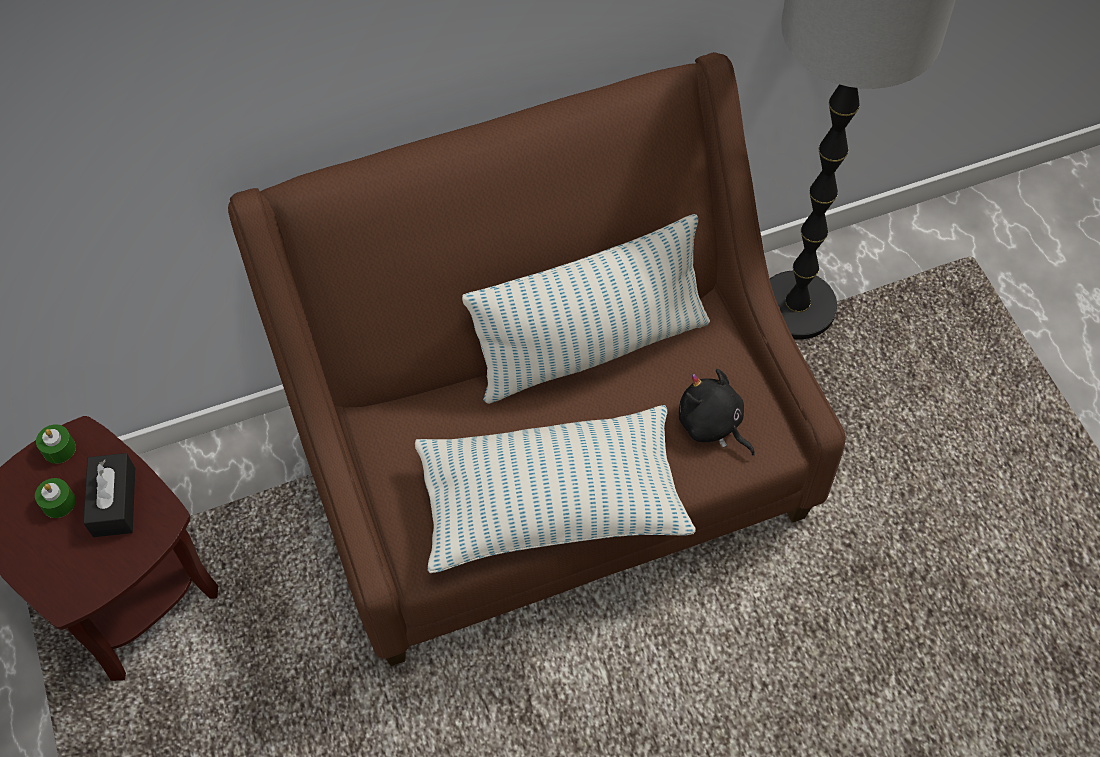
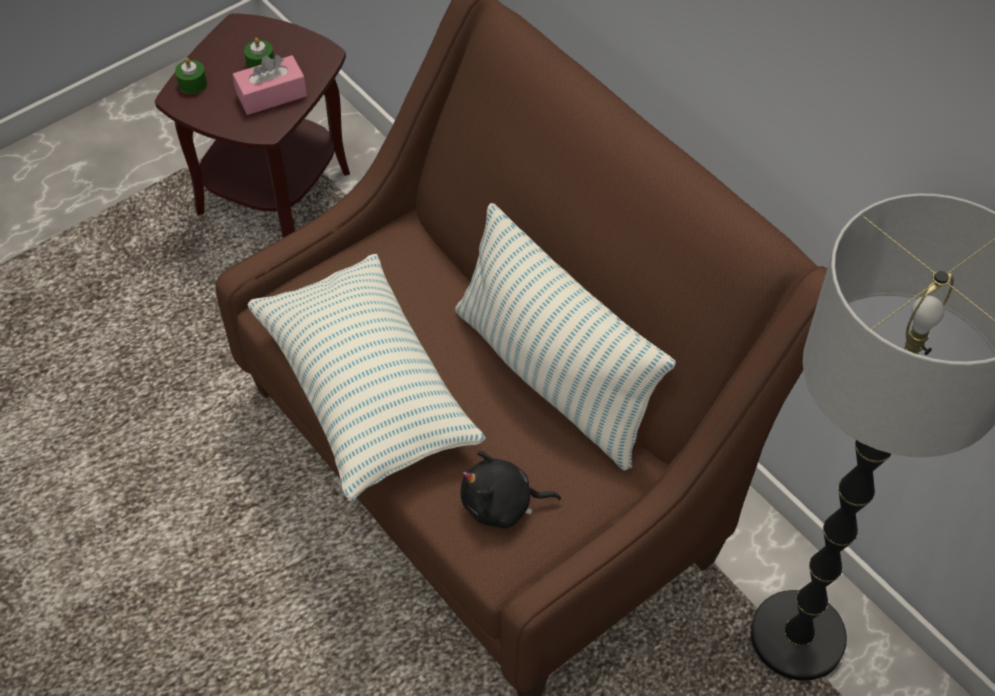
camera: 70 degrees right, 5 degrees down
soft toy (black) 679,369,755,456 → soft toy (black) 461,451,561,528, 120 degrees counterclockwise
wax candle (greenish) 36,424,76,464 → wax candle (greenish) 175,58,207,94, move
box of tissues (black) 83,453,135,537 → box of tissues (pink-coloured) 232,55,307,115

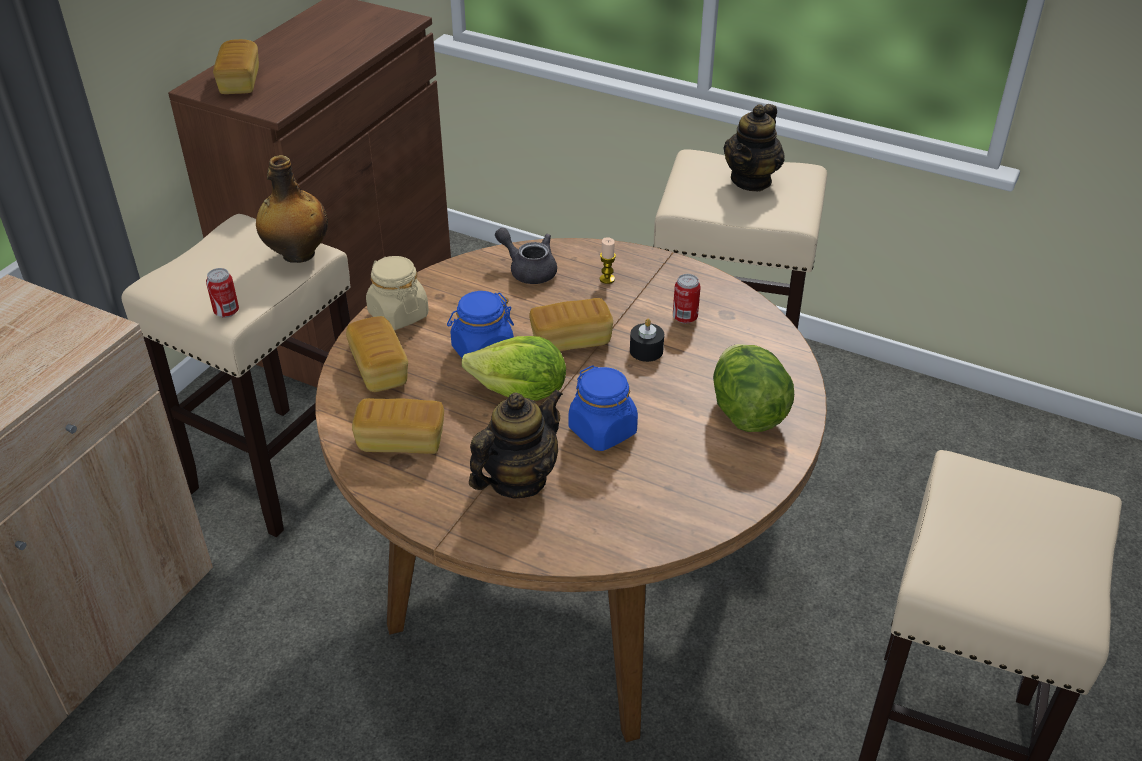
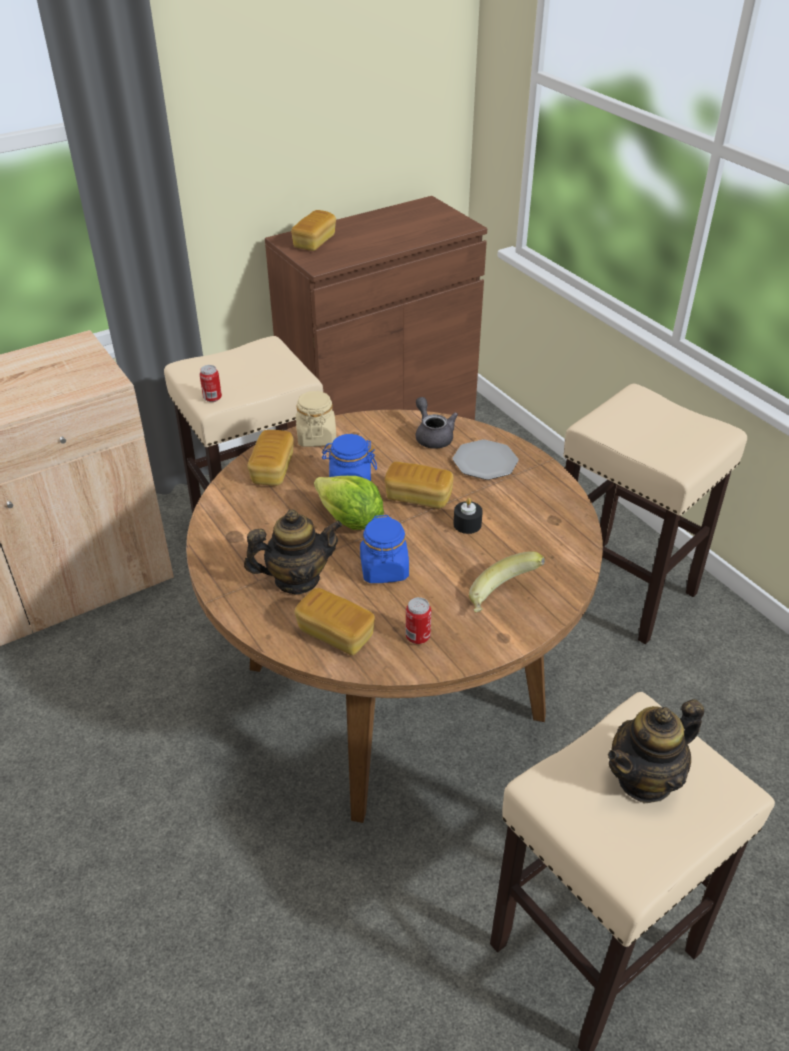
camera: 30 degrees right, 0 degrees up
teapot 723,104,785,191 → teapot 608,699,704,803, move
bottle 256,155,328,263 → -
wax candle 600,237,616,284 → plate 453,440,518,480
sealed can 673,274,701,324 → sealed can 406,597,431,644, move
lettuce 713,344,794,432 → banana 469,551,545,613
bakery bread 352,398,444,454 → bakery bread 294,588,375,655, move

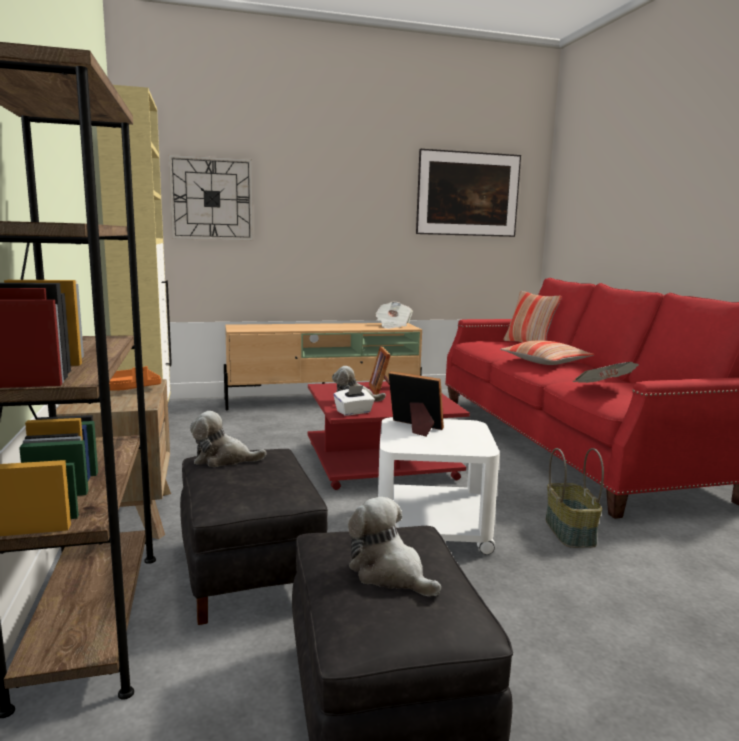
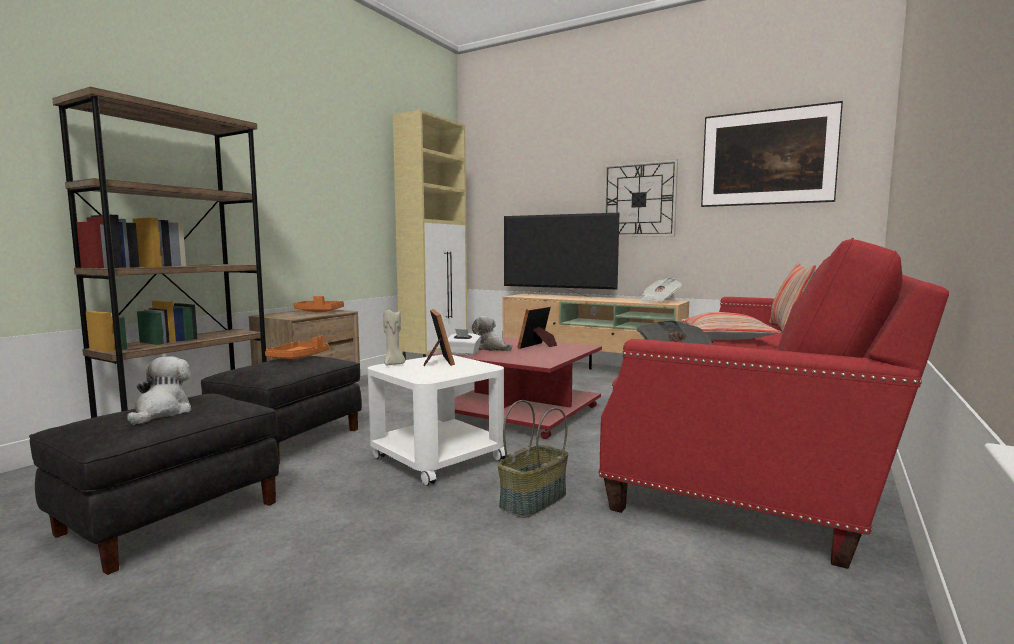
camera: 45 degrees right, 5 degrees down
hanging clock 168,155,253,241 → hanging clock 603,159,678,237, move
soft toy 190,411,267,467 → serving tray (orange-coloured) 265,336,329,359
- → TV set 504,213,619,297
- → wax candle (beige) 383,310,405,365

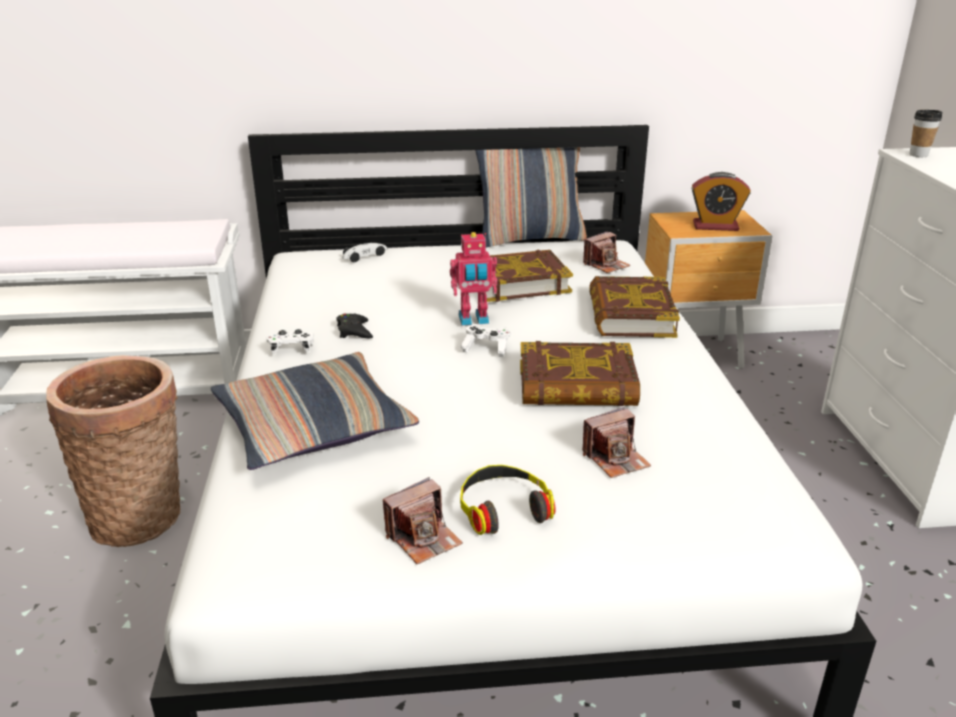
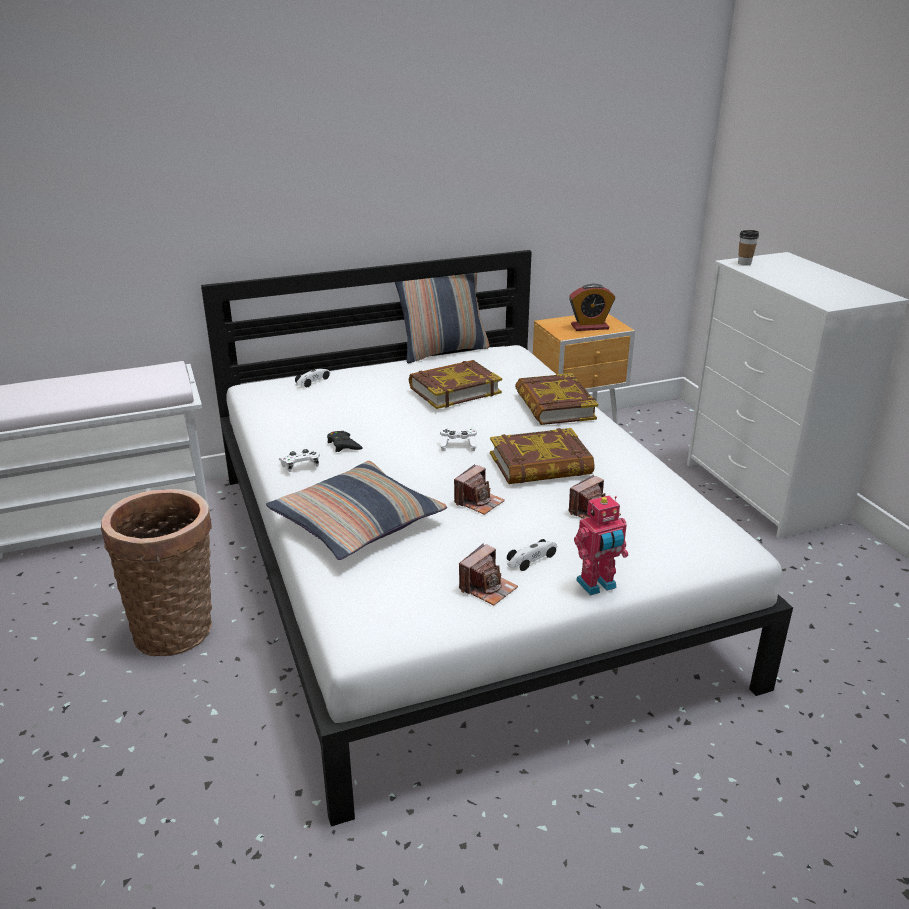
camera: 15 degrees left, 0 degrees up
still camera 583,231,630,273 → still camera 454,464,505,515, move
robot figure 450,232,497,325 → robot figure 574,495,628,596, move
headset 460,465,556,535 → toy car 507,539,557,571

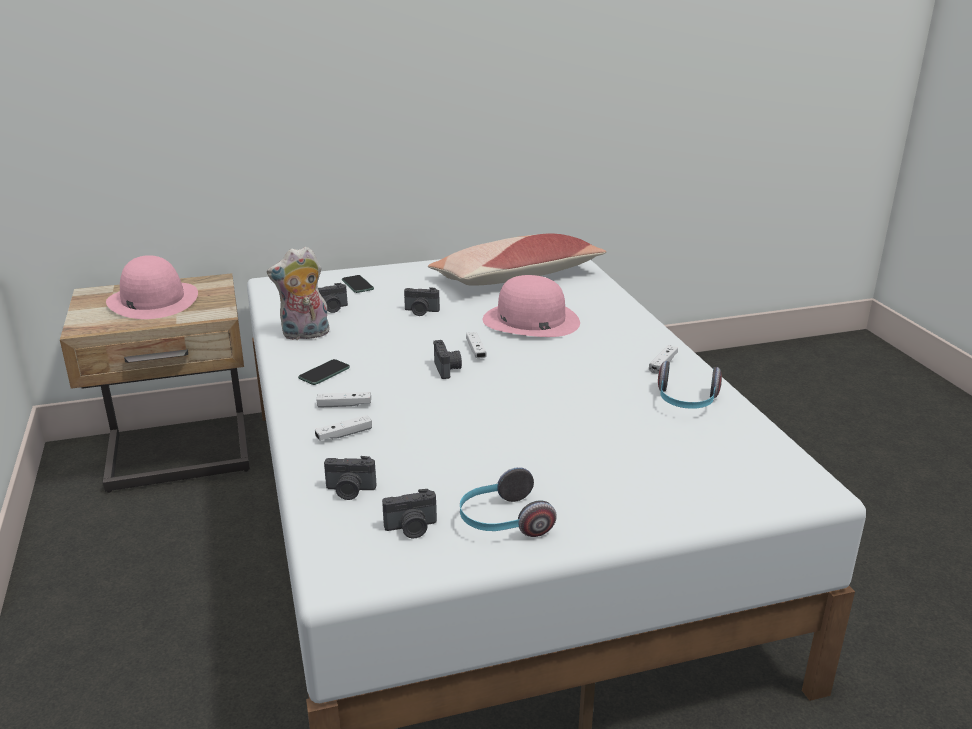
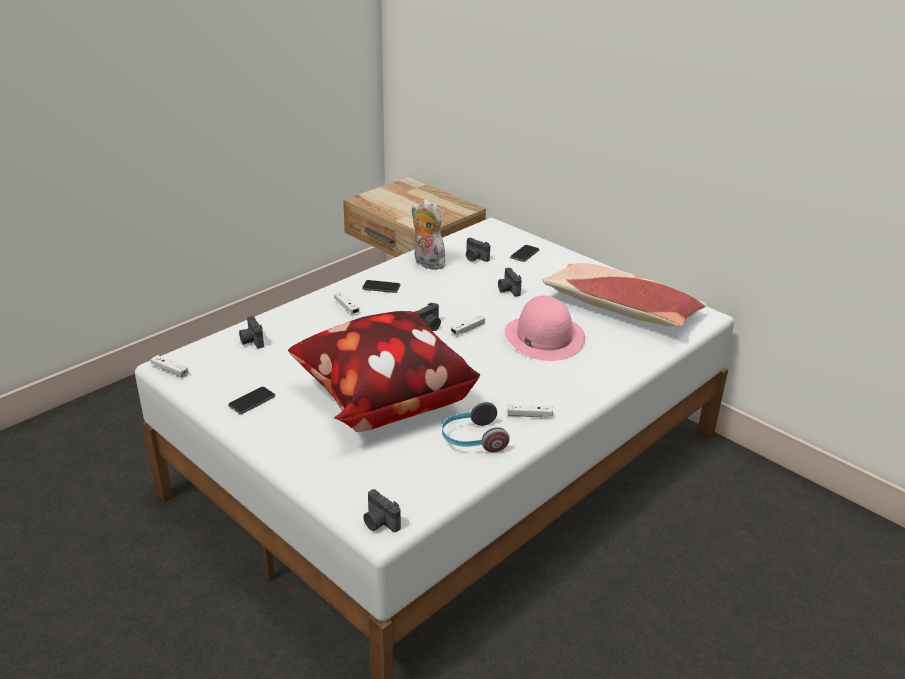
camera: 60 degrees right, 5 degrees up
wearable hat (pink-coloured) 106,255,198,319 → -
gamepad (white) 315,415,372,441 → gamepad (white) 150,355,188,378, move
headset 460,467,557,537 → phone 228,387,275,414
still camera 382,489,437,538 → still camera 363,489,401,532, move
- → pillow 288,311,480,432

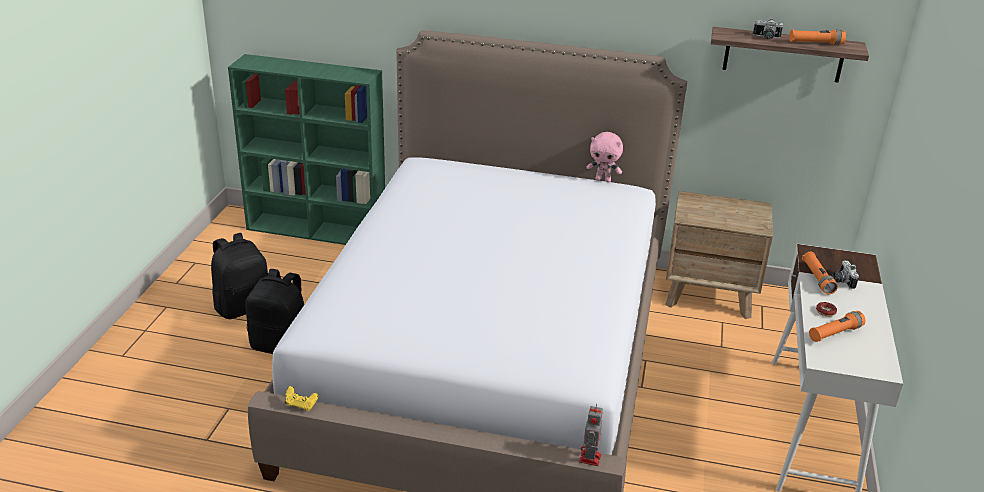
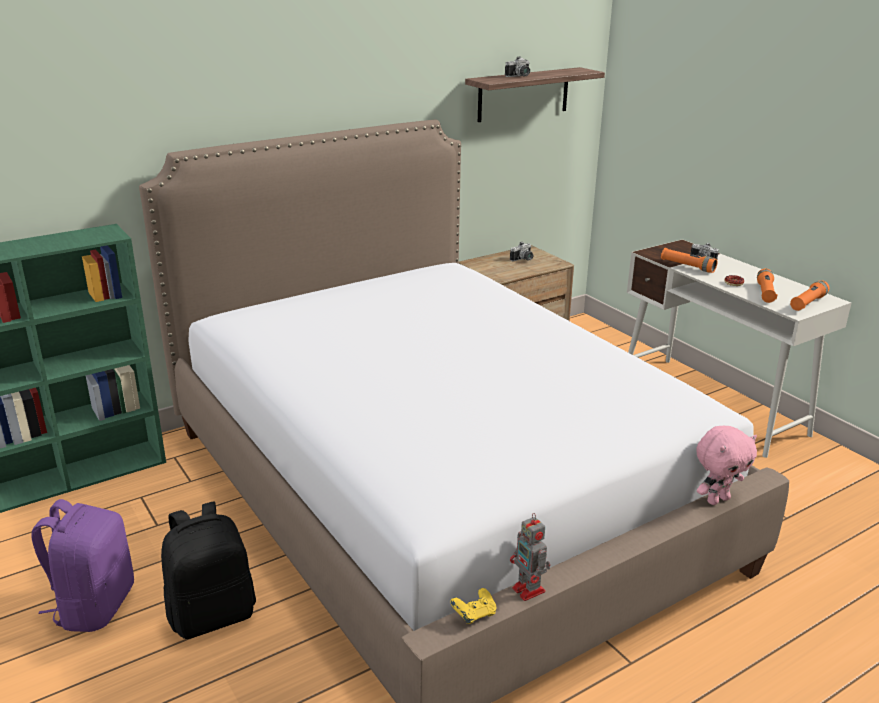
camera: 45 degrees left, 5 degrees down
flashlight (orange-coloured) 789,30,846,45 → flashlight (orange-coloured) 790,280,830,311, move
soft toy (pink-coloured) 587,132,623,182 → soft toy (pink-coloured) 696,426,757,505, move
knapsack (black) 211,233,268,319 → knapsack (purple-coloured) 31,499,134,632
robot figure 579,404,603,466 → robot figure 510,513,550,601, move
- → still camera 510,242,534,261

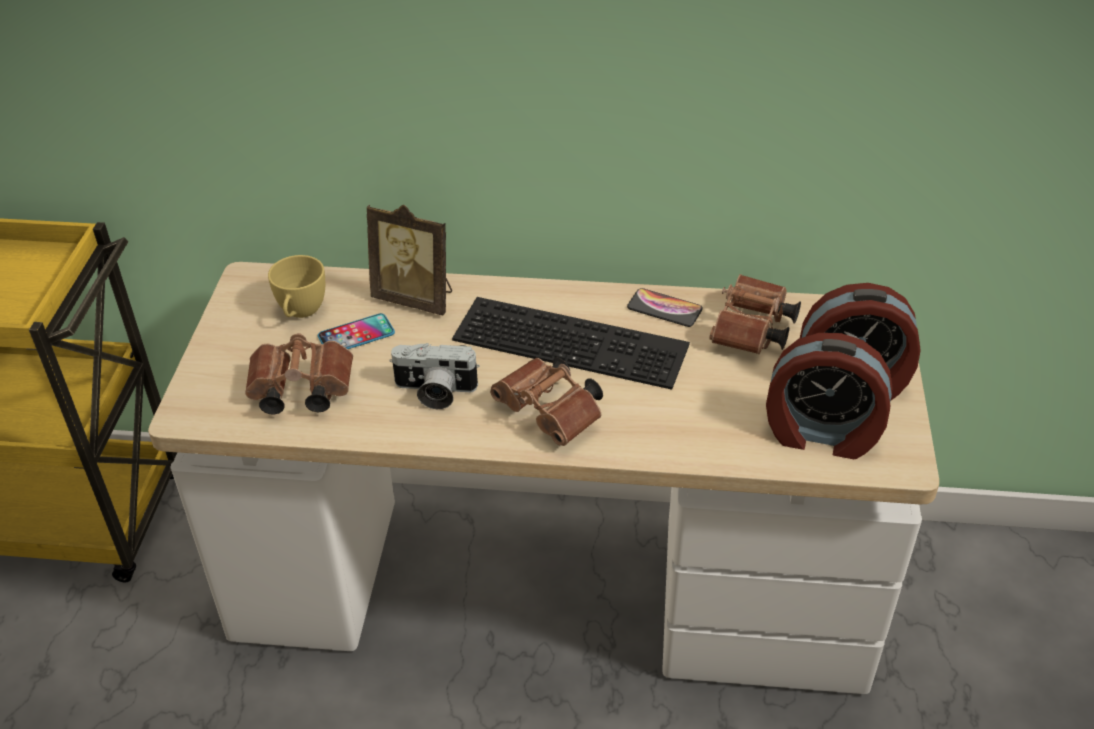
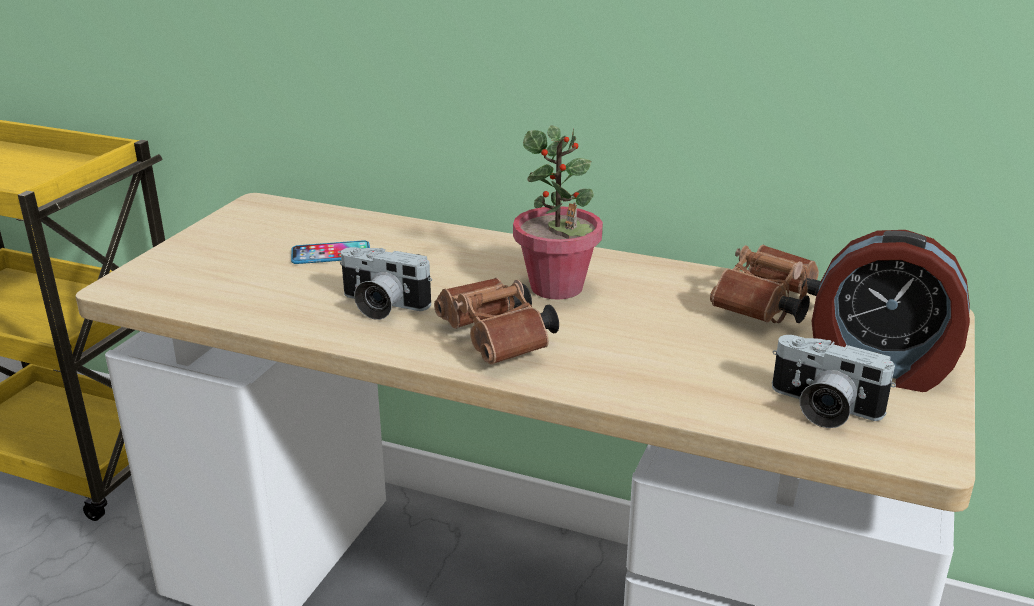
camera: 15 degrees right, 15 degrees down
picture frame 367,204,452,315 → -
drinking cup (yellow) 268,255,325,318 → -
phone 627,288,703,327 → -
computer keyboard 452,297,690,390 → plant in a pot 513,126,603,300
field glasses (brown-coloured) 245,333,353,415 → -
bedside clock 766,333,893,459 → still camera 772,335,896,428

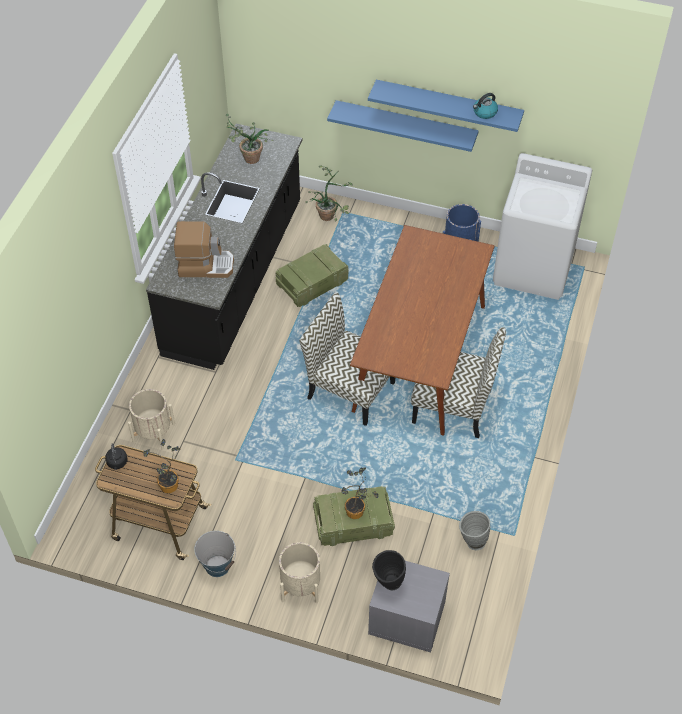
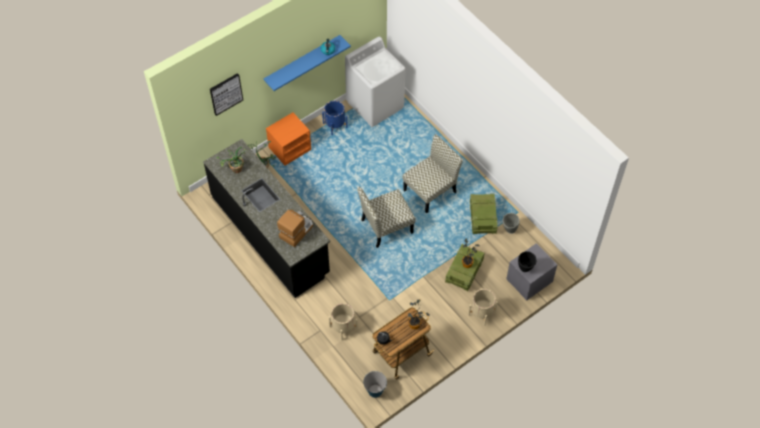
camera: 55 degrees left, 5 degrees up
shelf (blue) 327,100,479,152 → -
dining table (brown-coloured) 350,225,495,436 → -
shipping crate 276,244,348,307 → shipping crate 470,193,498,234, move
water bucket 194,531,236,577 → water bucket 363,371,387,398, move
- → picture 210,73,243,116
- → night table (orange-coloured) 266,112,311,166

